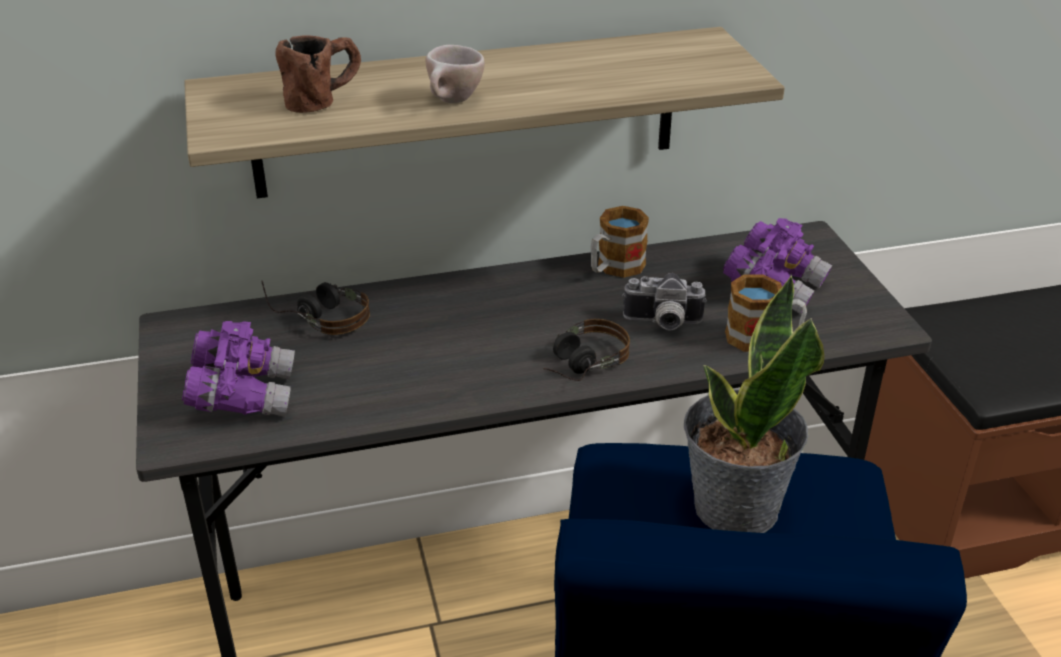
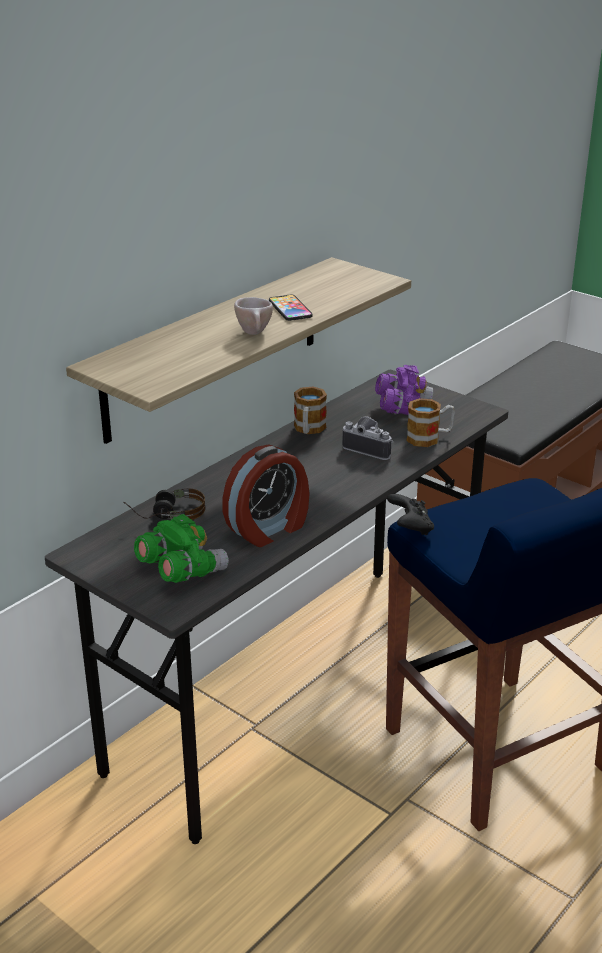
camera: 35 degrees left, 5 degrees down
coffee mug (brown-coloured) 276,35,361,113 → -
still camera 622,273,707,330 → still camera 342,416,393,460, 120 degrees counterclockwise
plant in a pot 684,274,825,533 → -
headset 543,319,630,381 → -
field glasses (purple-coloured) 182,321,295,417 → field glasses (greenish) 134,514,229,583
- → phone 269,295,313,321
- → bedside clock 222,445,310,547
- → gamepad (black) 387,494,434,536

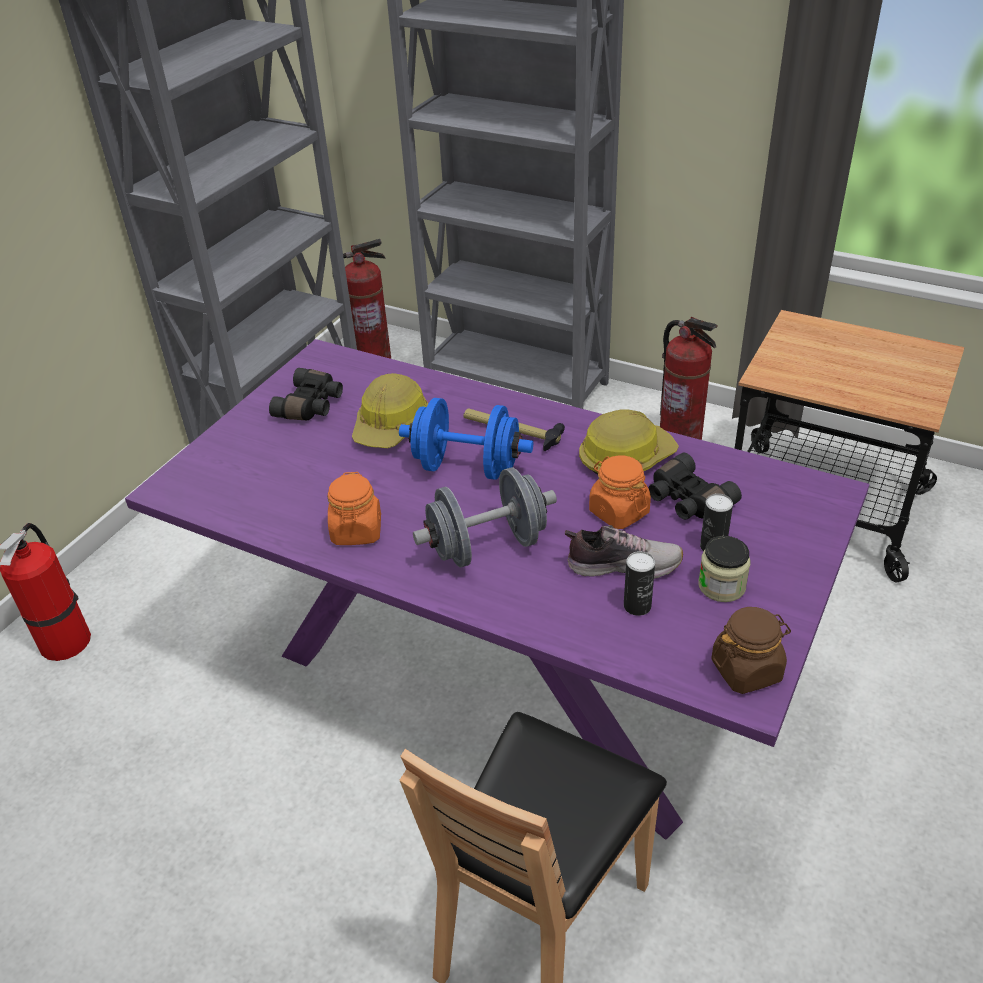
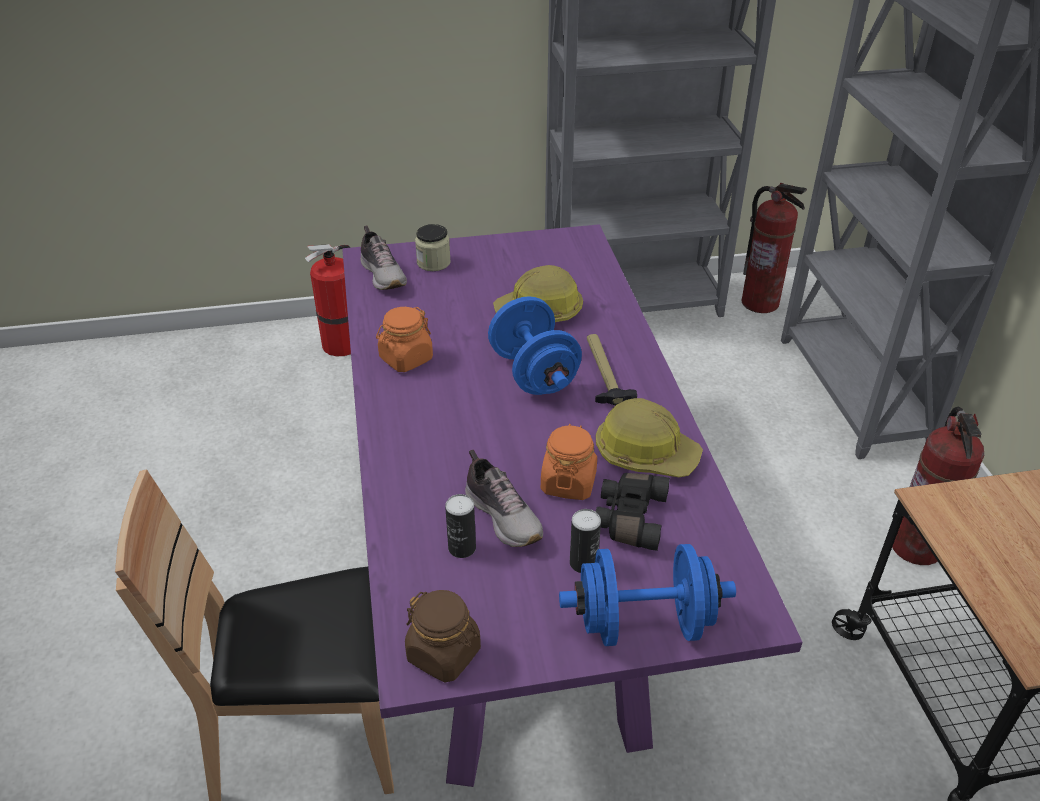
camera: 50 degrees right, 0 degrees up
field glasses (black) 269,368,343,420 → -
dumbbell (gray) 413,467,557,567 → -
jar 698,536,750,602 → jar 415,224,451,271, move
- → shoe 361,226,407,290
- → dumbbell (blue) 559,544,736,646

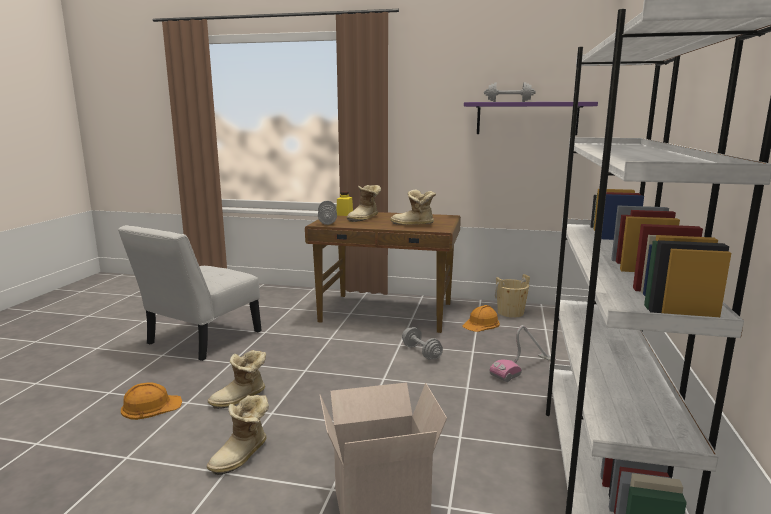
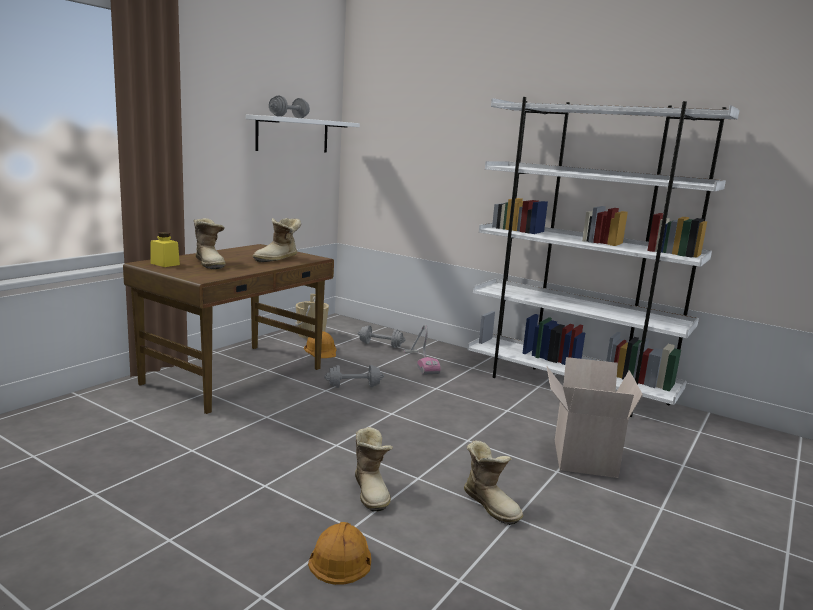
camera: 70 degrees left, 0 degrees up
shelf (purple-coloured) 464,102,598,135 → shelf (white) 246,114,360,152
dumbbell (gray) 318,201,337,225 → dumbbell (gray) 358,325,406,348, move
chair (white) 118,225,262,361 → -

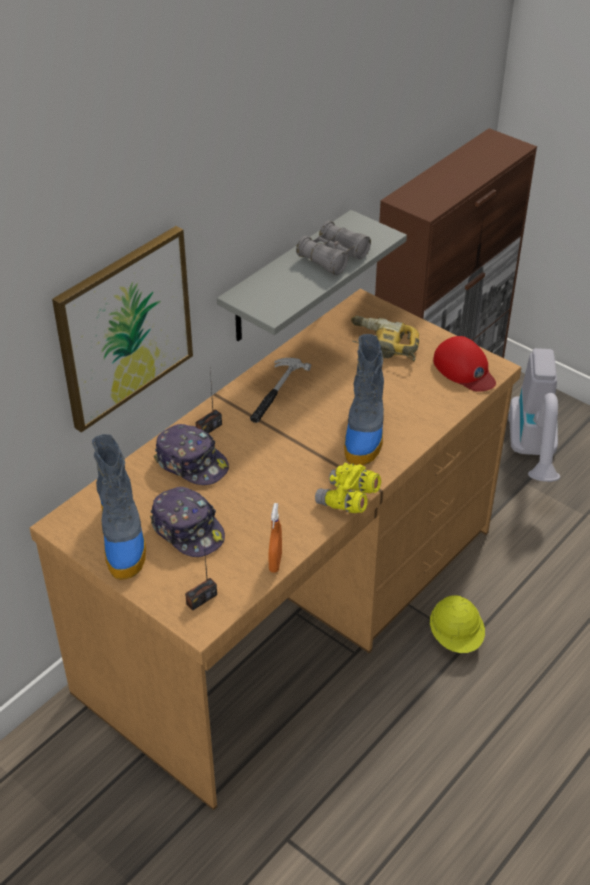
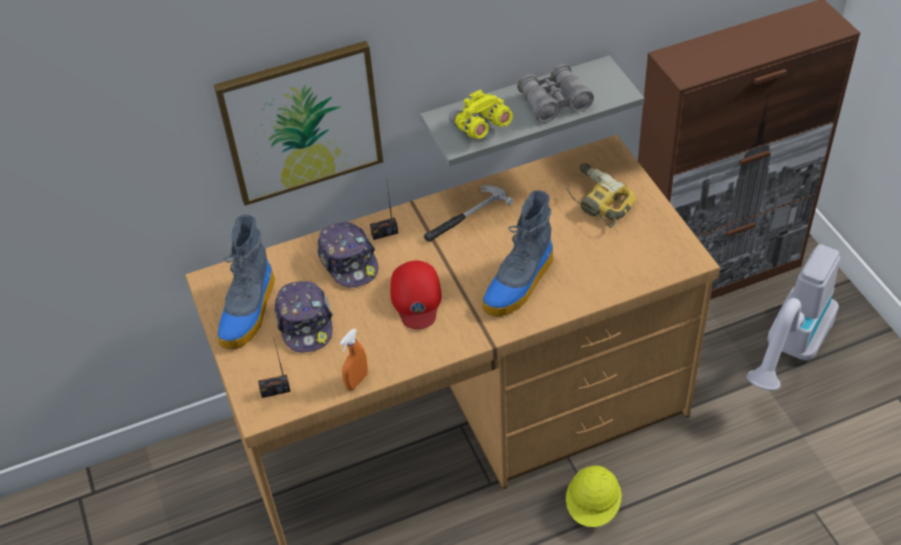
camera: 30 degrees right, 5 degrees up
baseball cap (reddish) 433,336,496,392 → baseball cap (reddish) 390,261,442,329, move
field glasses (yellow) 315,463,381,513 → field glasses (yellow) 449,90,513,139, move

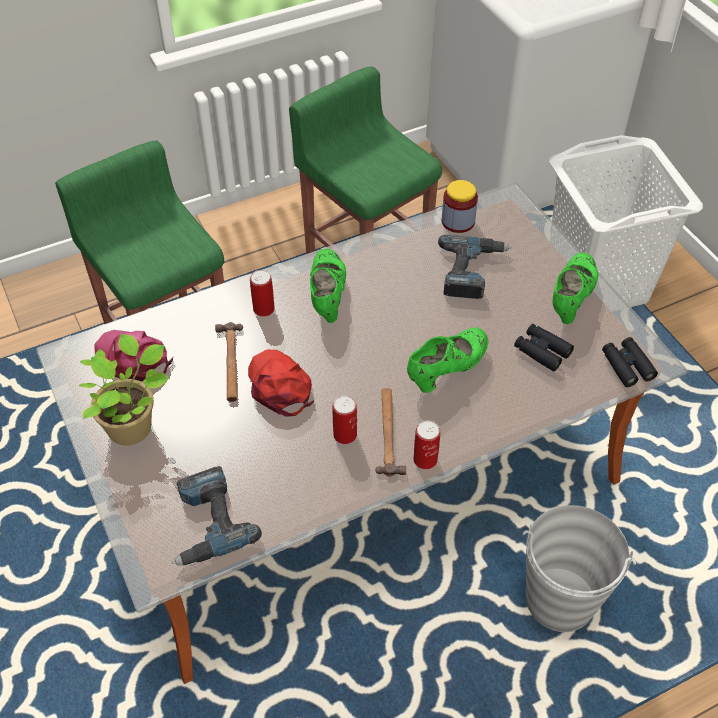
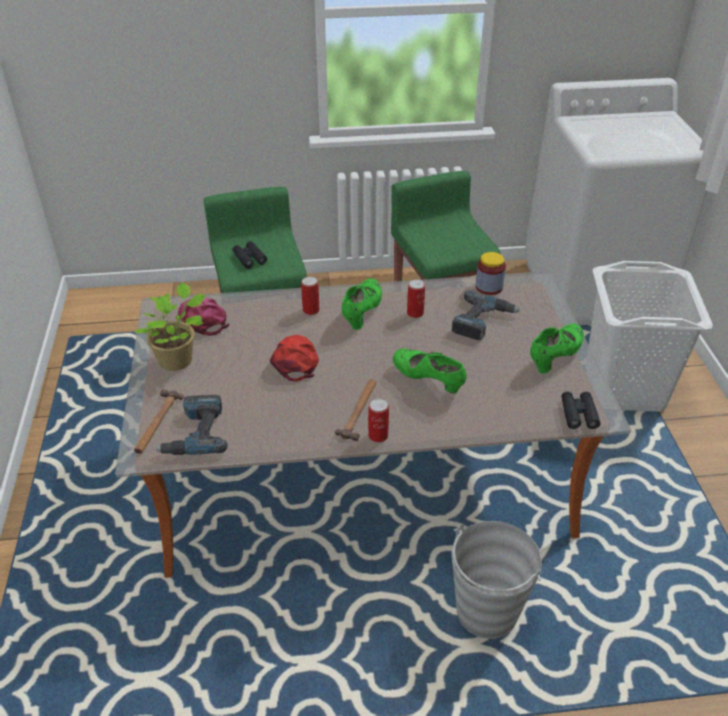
camera: 20 degrees right, 10 degrees down
hammer 215,322,243,402 → hammer 134,389,184,454, move
field glasses (black) 514,324,574,371 → field glasses (black) 233,241,267,269, move
shoe (greenish) 407,327,489,393 → shoe (greenish) 393,348,467,394, 120 degrees counterclockwise
sealed can 333,396,357,444 → sealed can 407,279,425,318, move

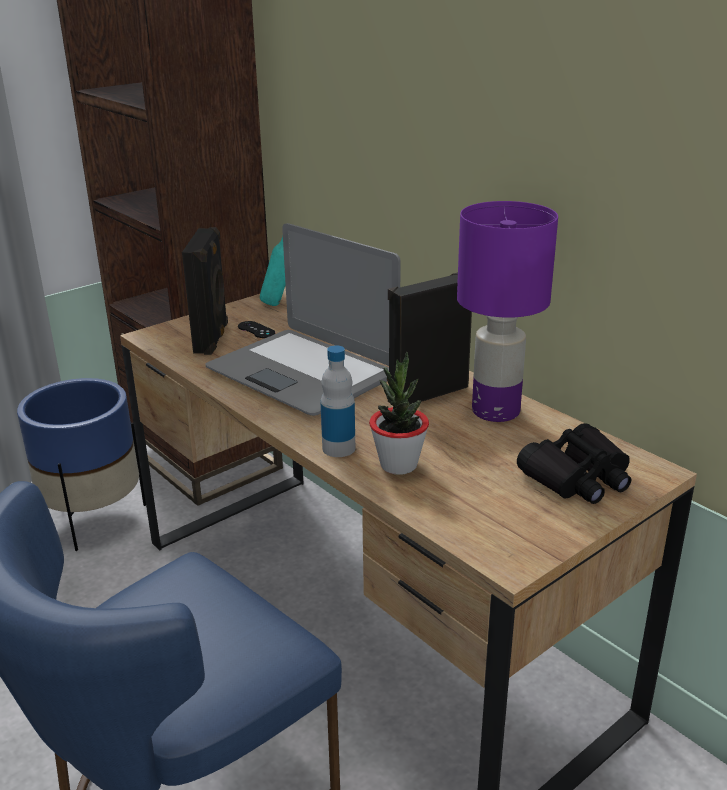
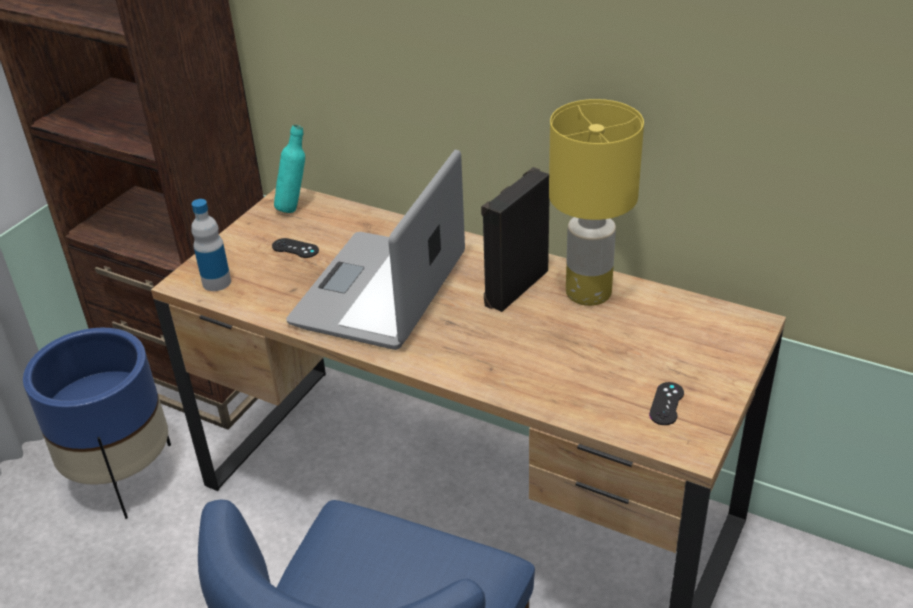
camera: 20 degrees left, 10 degrees up
table lamp (purple-coloured) 457,201,558,422 → table lamp (yellow) 549,99,644,306
portable computer 205,223,401,416 → portable computer 286,149,465,350, 90 degrees clockwise
speaker (black) 182,227,228,355 → -
bottle 320,345,355,457 → bottle 191,199,231,291, move
plant in a pot 369,352,429,475 → -
field glasses (black) 517,423,631,504 → -
- → gamepad (black) 649,382,684,425

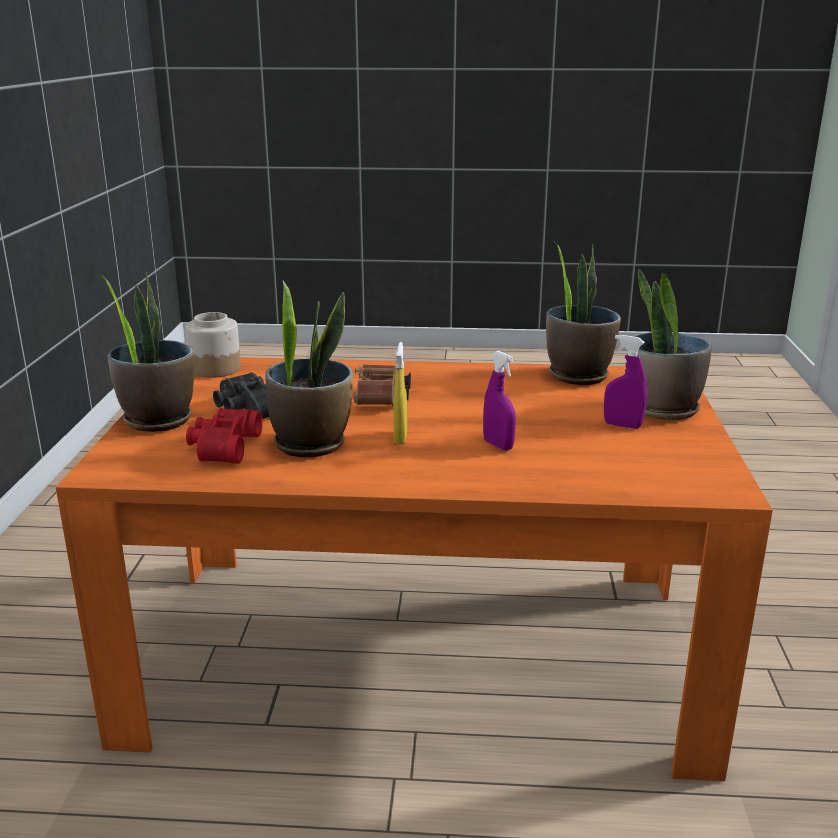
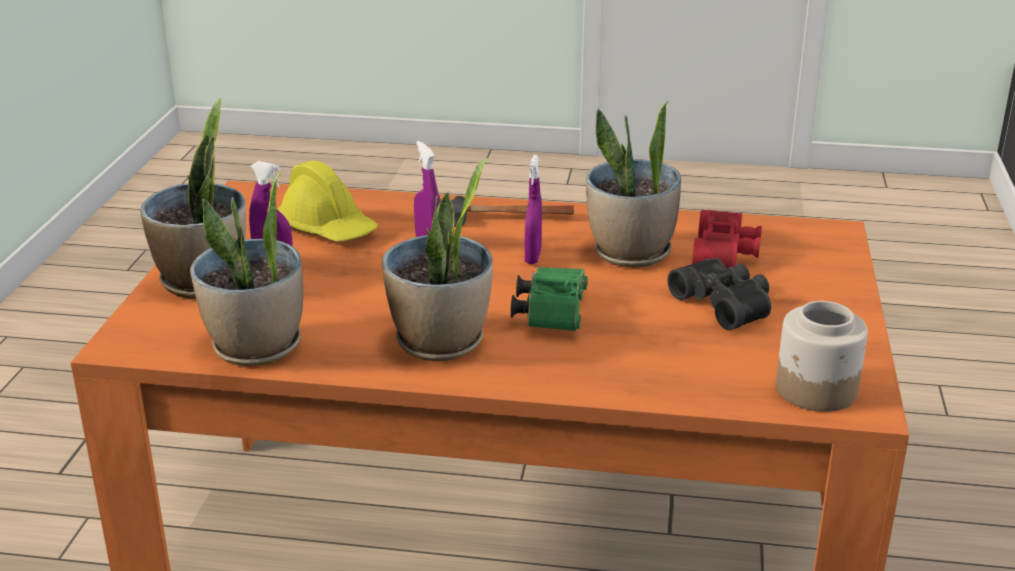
camera: 175 degrees left, 5 degrees up
plant in a pot 99,272,194,432 → plant in a pot 382,158,493,361, move
spray bottle (yellow) 393,342,407,445 → spray bottle (purple-coloured) 525,155,542,264
field glasses (brown-coloured) 354,364,411,405 → field glasses (greenish) 511,267,588,331
- → work helmet (yellow) 277,160,378,241
- → hammer 451,196,574,227

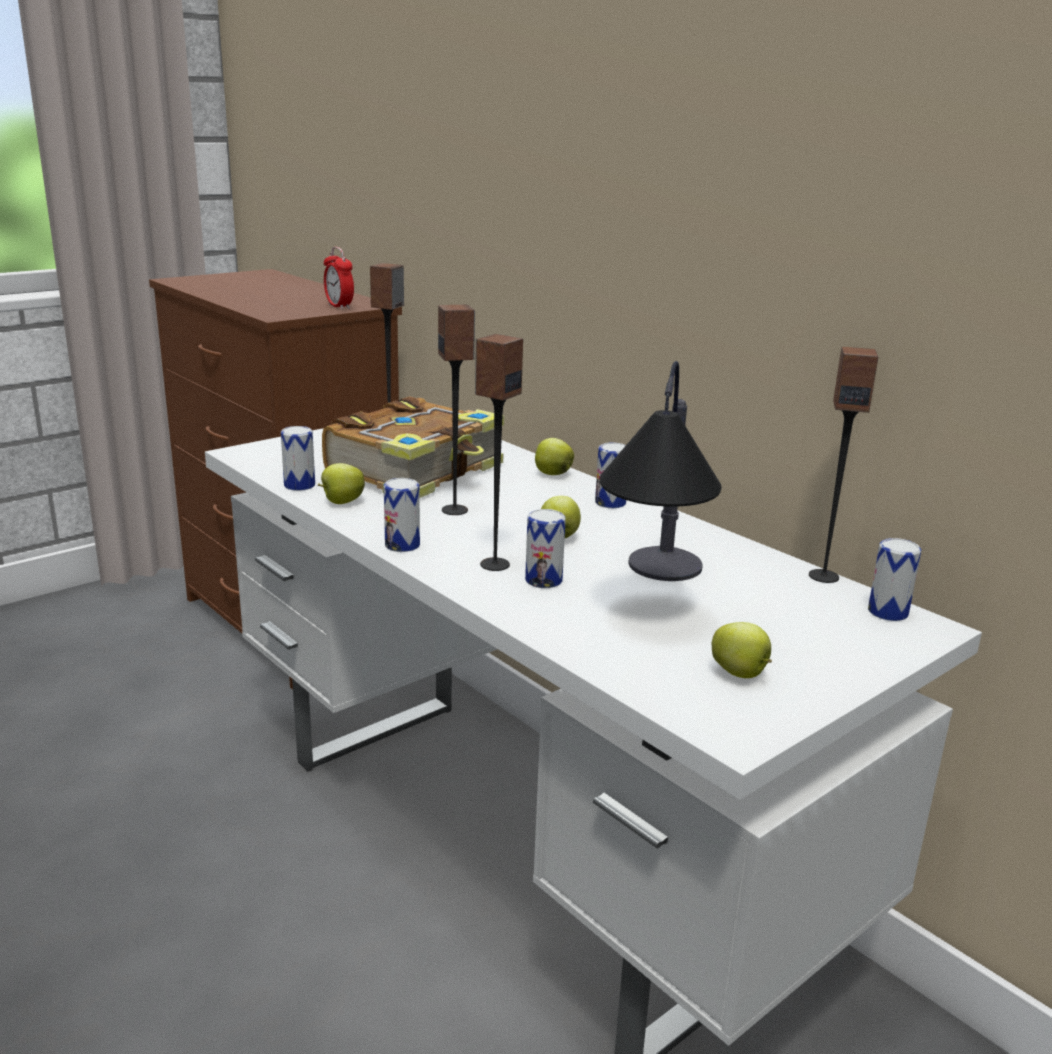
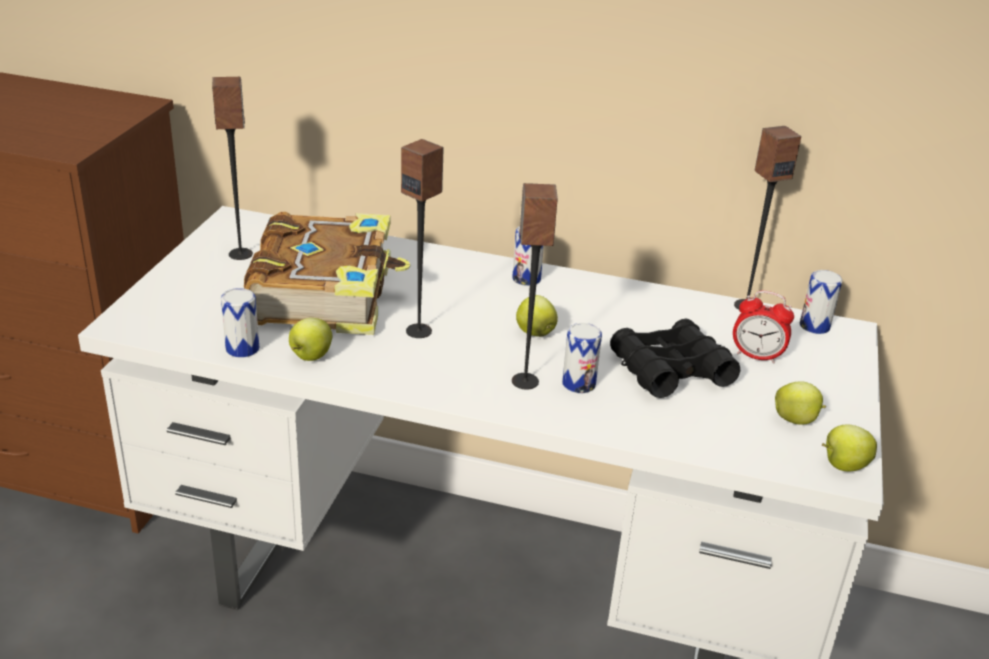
camera: 35 degrees left, 10 degrees up
bedside clock 324,247,354,310 → bedside clock 733,291,794,363, move
table lamp 600,361,721,581 → field glasses (black) 610,319,740,398
apple 535,438,574,475 → apple 822,424,877,472, move
sealed can 384,478,420,552 → -

